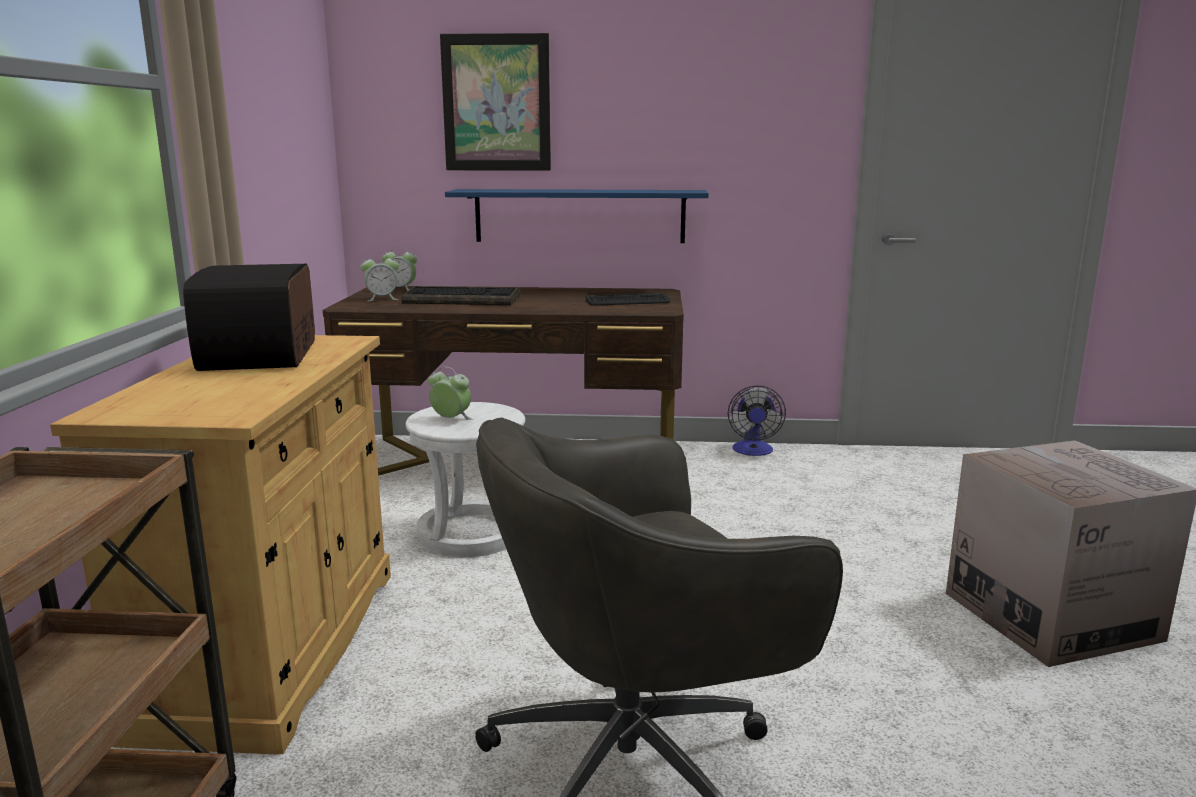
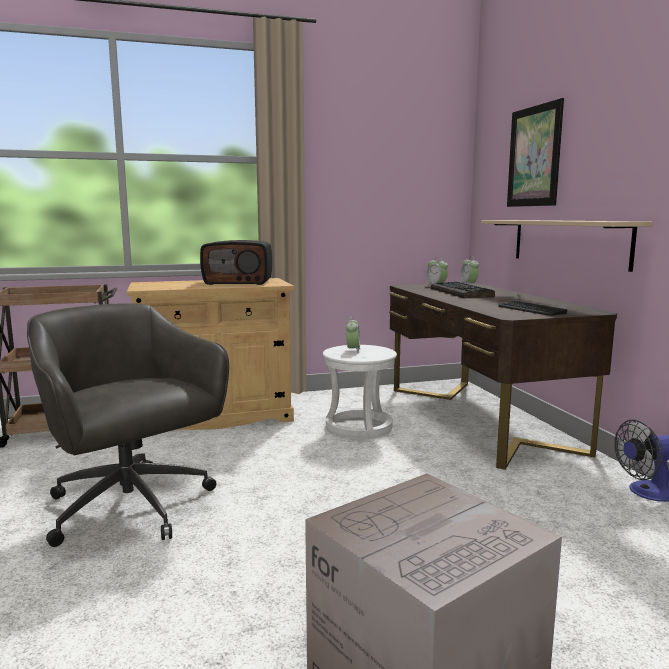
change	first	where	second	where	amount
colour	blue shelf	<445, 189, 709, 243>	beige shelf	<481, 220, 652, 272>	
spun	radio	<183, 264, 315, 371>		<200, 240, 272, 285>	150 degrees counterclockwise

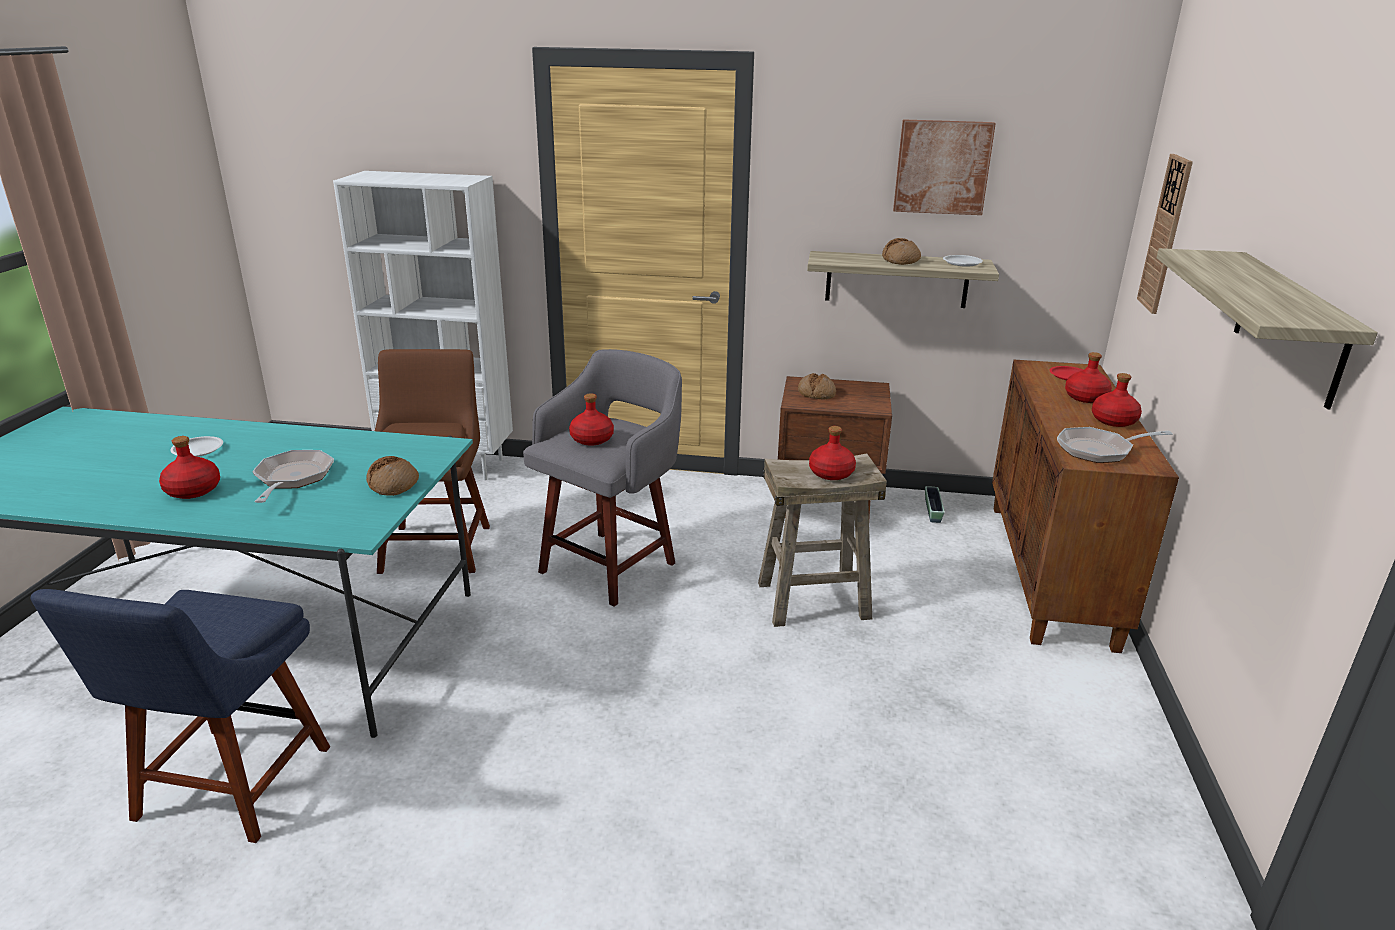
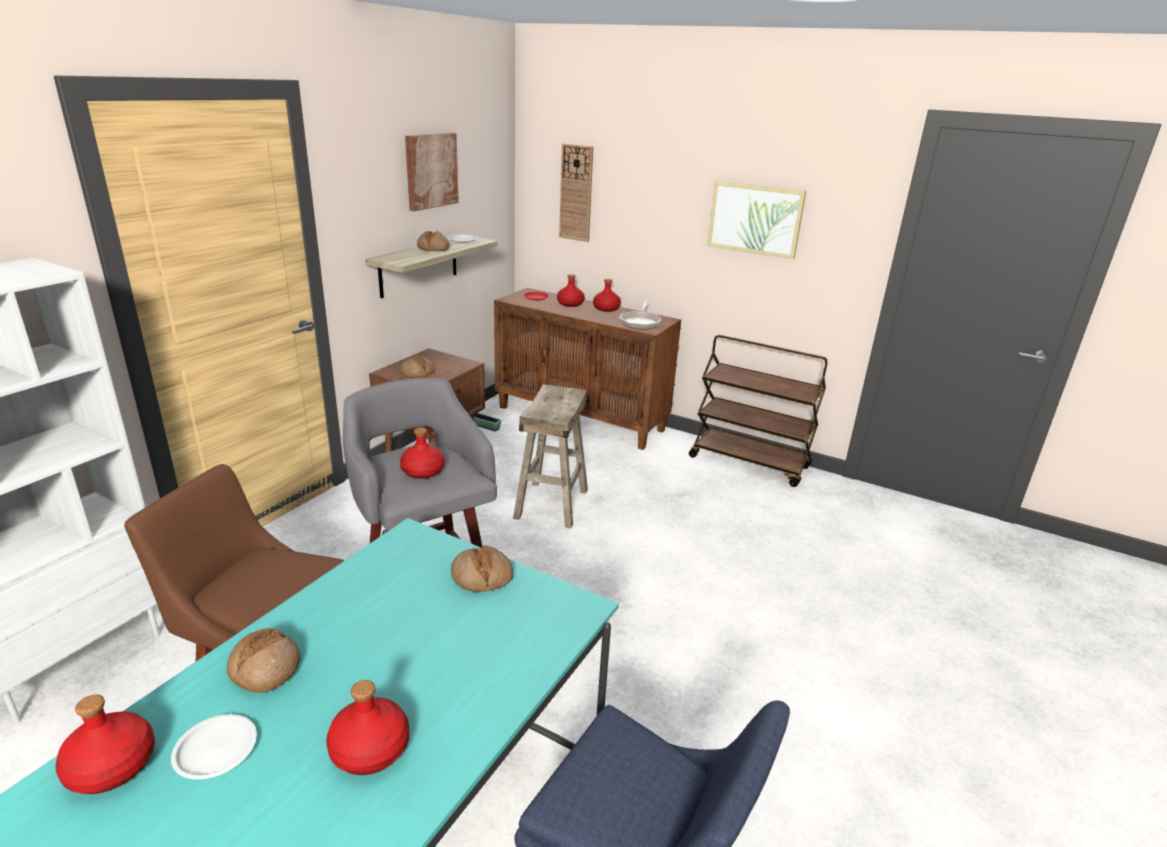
change	first	where	second	where	amount
missing	frying pan	<252, 450, 334, 503>			
appeared			bread	<227, 628, 301, 692>	
appeared			brown cart	<689, 335, 827, 487>	
relocated	red bottle	<809, 426, 856, 480>		<55, 694, 155, 794>	
exchanged	shelf	<1157, 248, 1378, 409>	picture	<707, 181, 806, 259>	

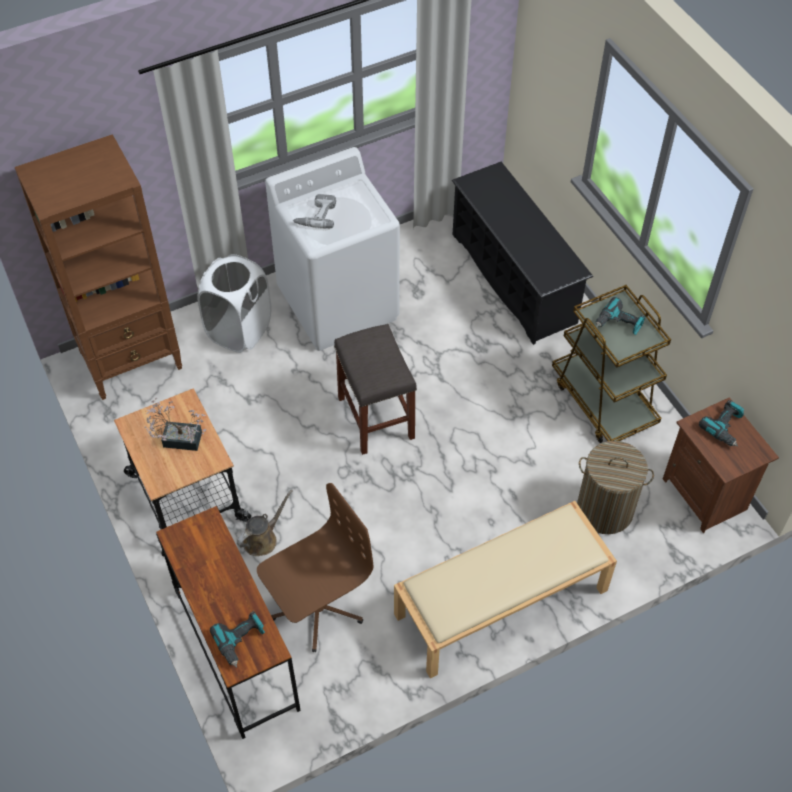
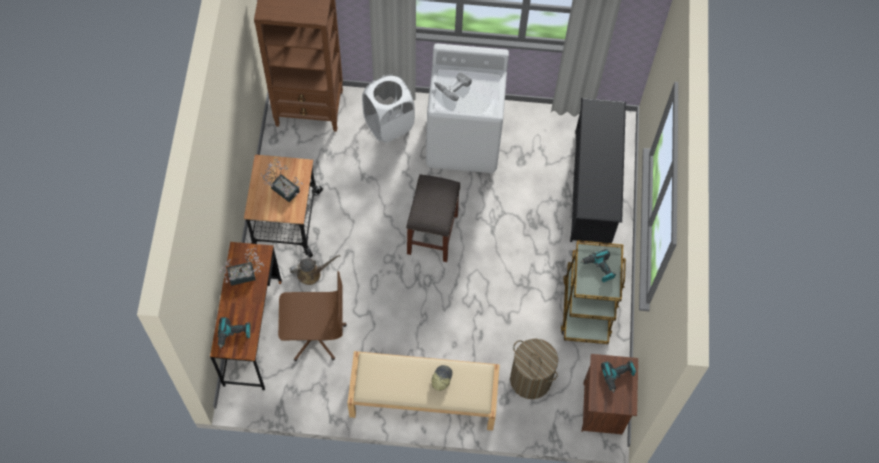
change	first	where	second	where	amount
appeared			potted plant	<219, 247, 264, 286>	
appeared			cap	<432, 365, 453, 391>	

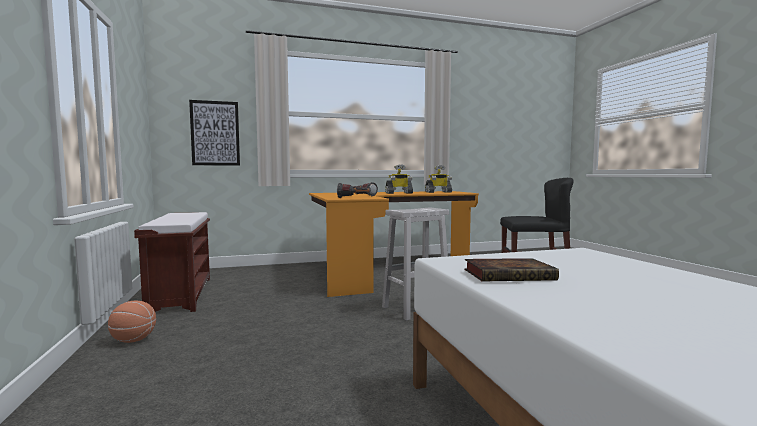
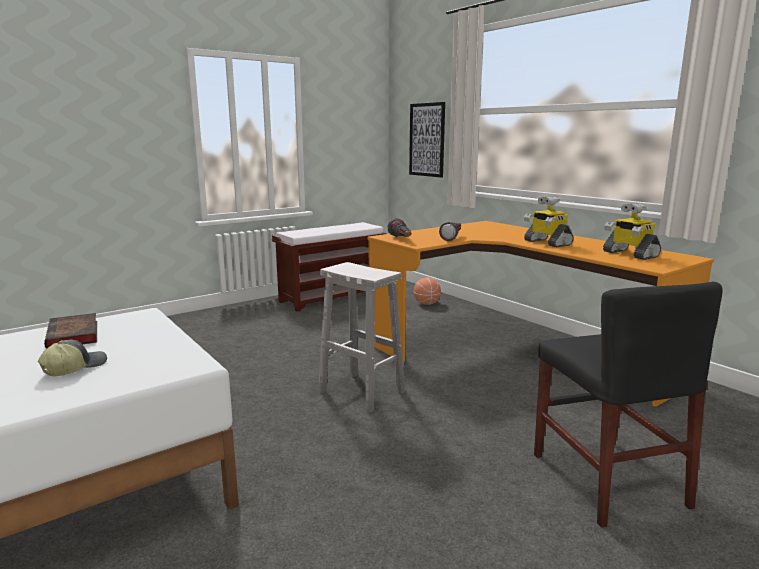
change	first	where	second	where	amount
appeared			cap	<38, 340, 107, 376>	
relocated	basketball	<108, 301, 156, 343>		<414, 278, 441, 305>	

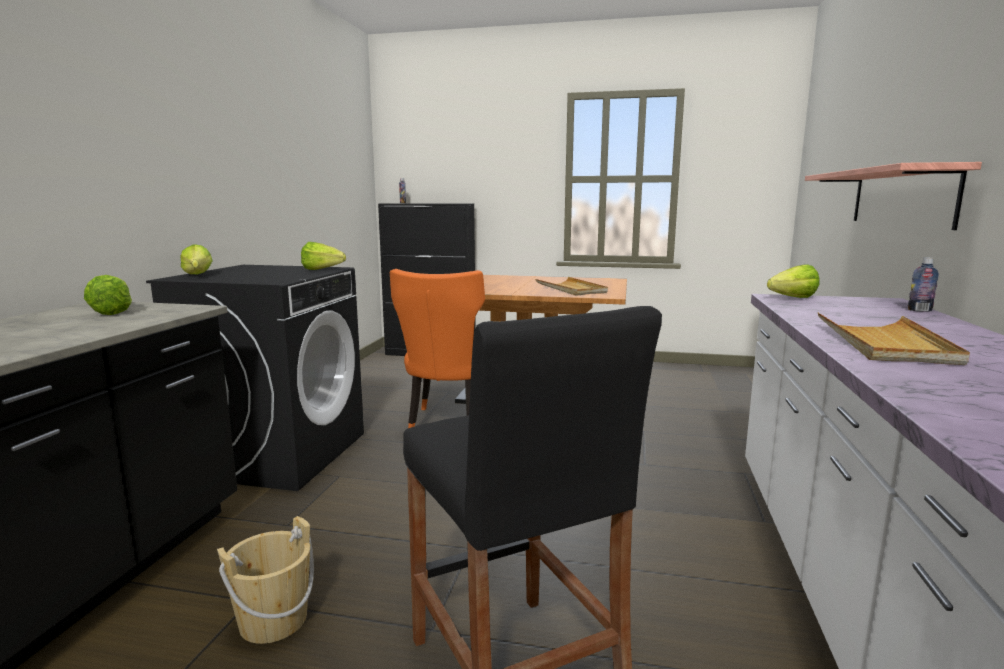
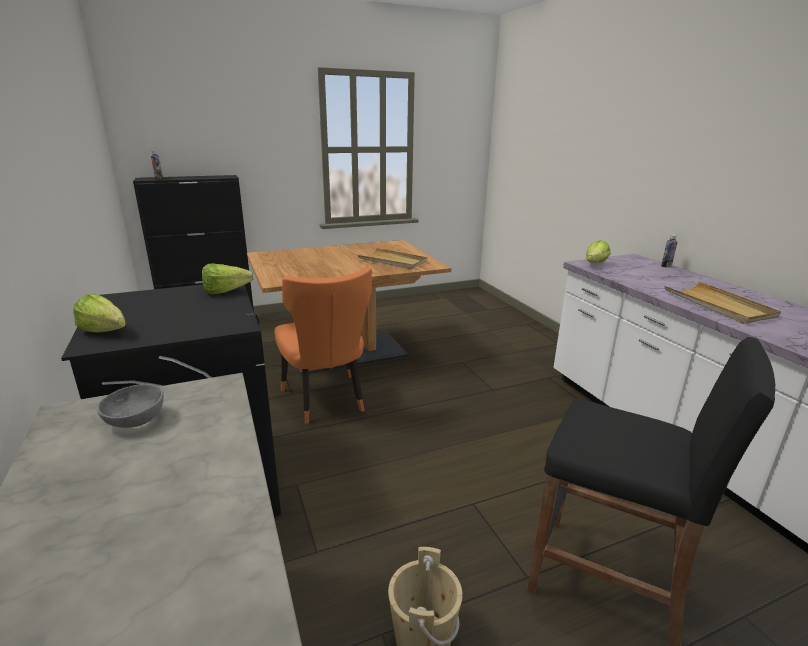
change	first	where	second	where	amount
missing	shelf	<805, 162, 982, 230>			
exchanged	lettuce	<84, 275, 132, 315>	grey bowl	<97, 384, 164, 428>	

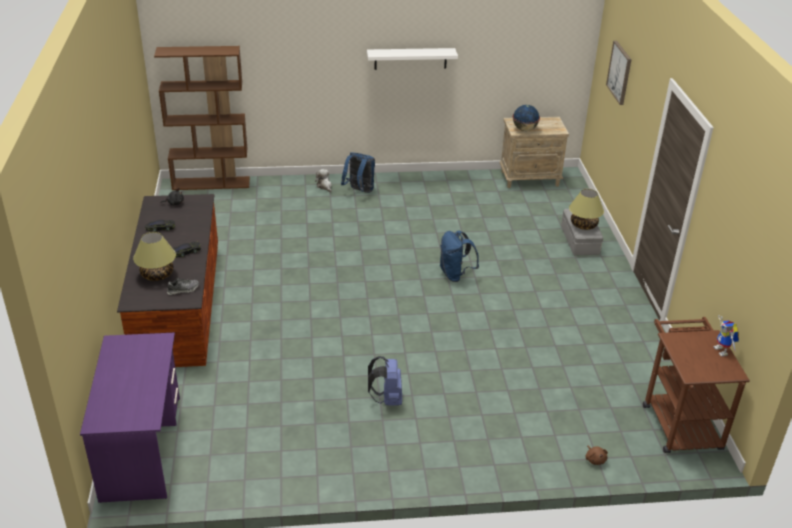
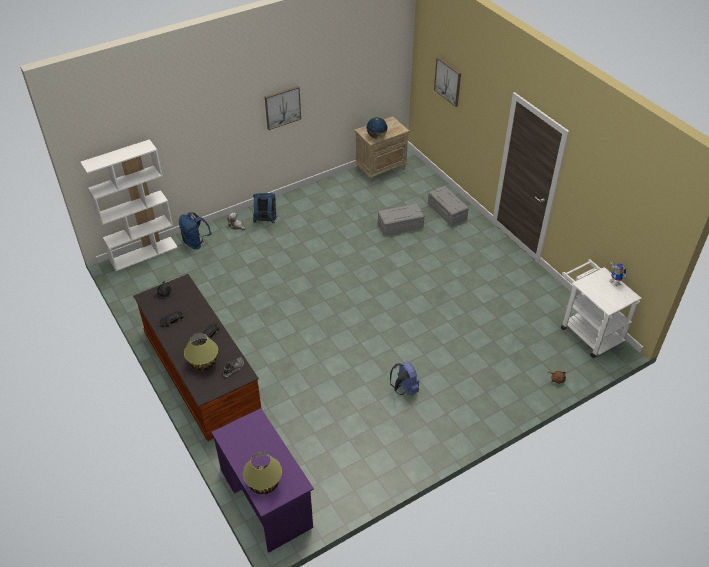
change	first	where	second	where	amount
appeared			grey storage box	<378, 204, 424, 236>	
relocated	blue backpack	<440, 231, 479, 282>		<179, 212, 211, 250>	
relocated	table lamp	<569, 189, 604, 230>		<243, 452, 282, 494>	
exchanged	white shelf	<367, 48, 458, 70>	picture	<265, 86, 301, 130>	
colour	brown bookcase	<154, 46, 250, 190>	white bookcase	<80, 139, 178, 271>	
colour	brown cart	<643, 317, 750, 453>	white cart	<561, 259, 642, 358>	

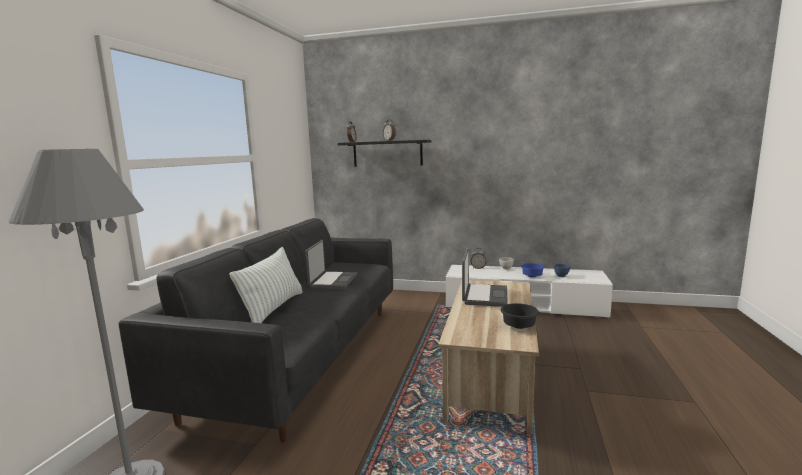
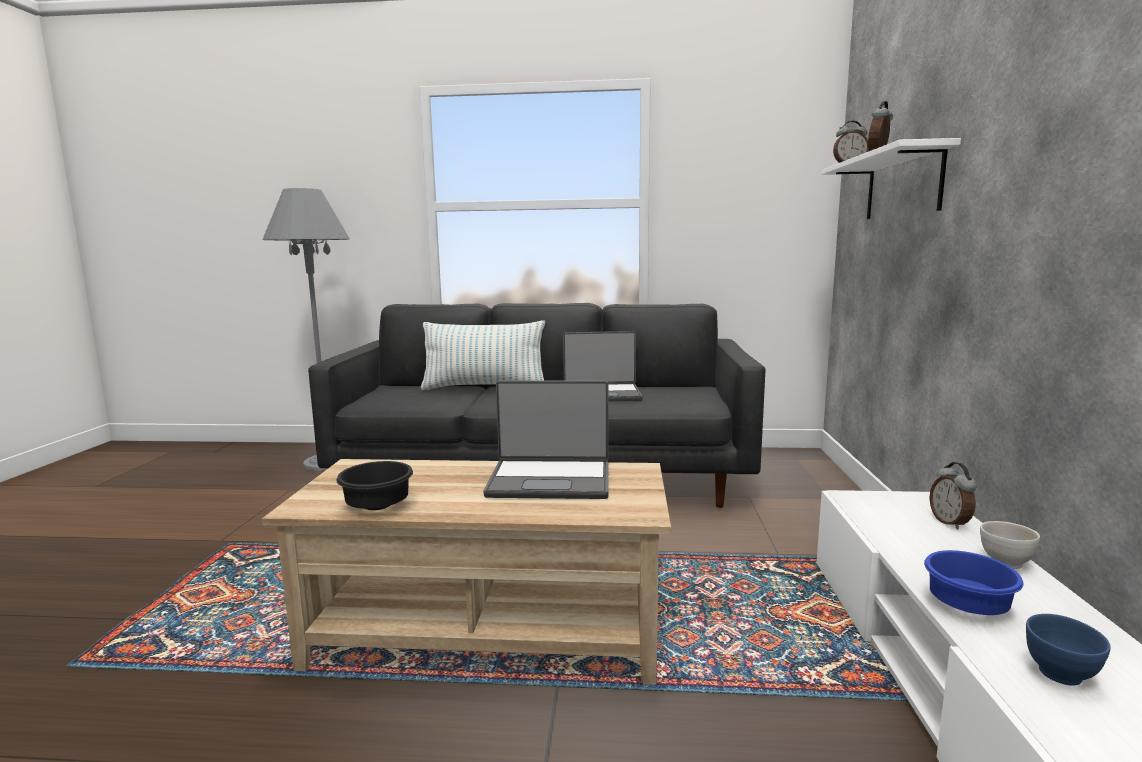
change	first	where	second	where	amount
colour	black shelf	<337, 140, 431, 167>	white shelf	<821, 138, 961, 219>	

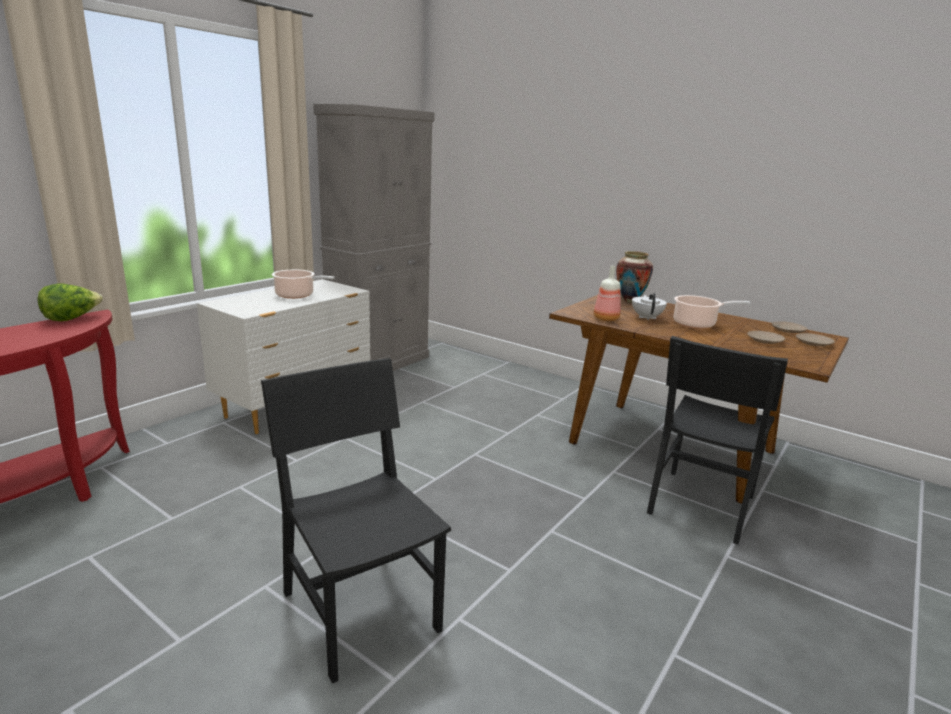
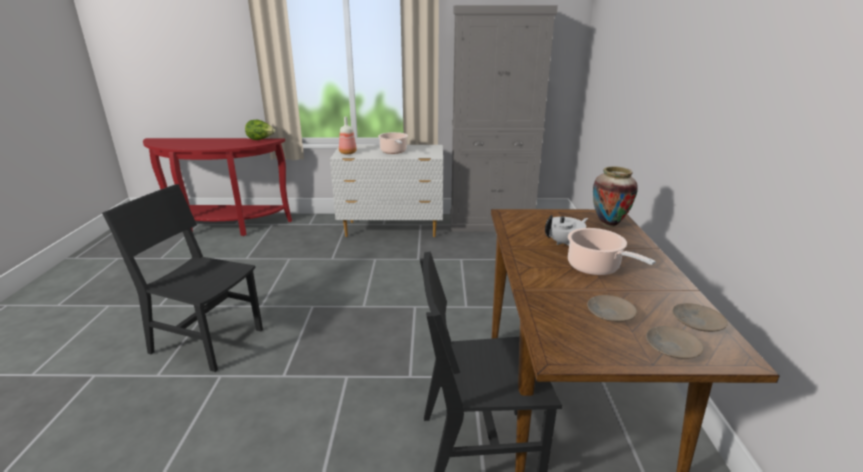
change	first	where	second	where	amount
relocated	bottle	<594, 266, 621, 321>		<339, 117, 357, 154>	
spun	black chair	<261, 358, 451, 684>		<102, 184, 263, 372>	90 degrees counterclockwise

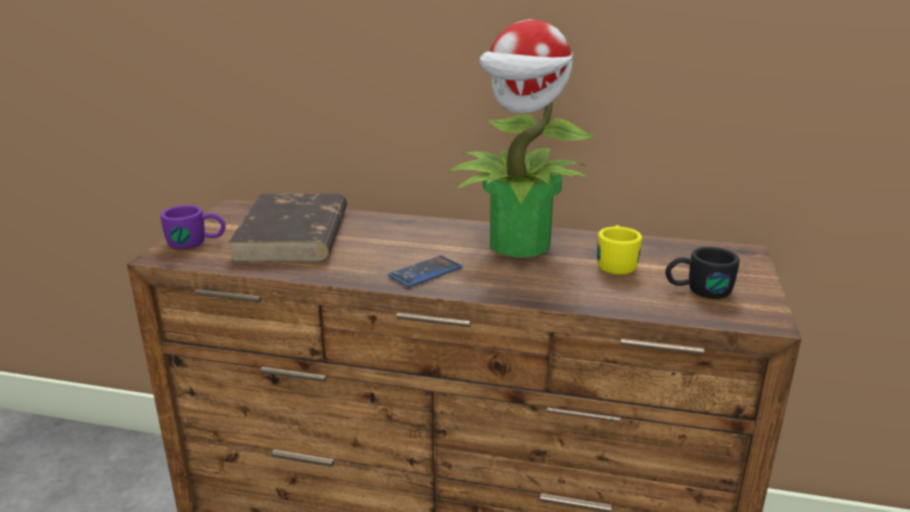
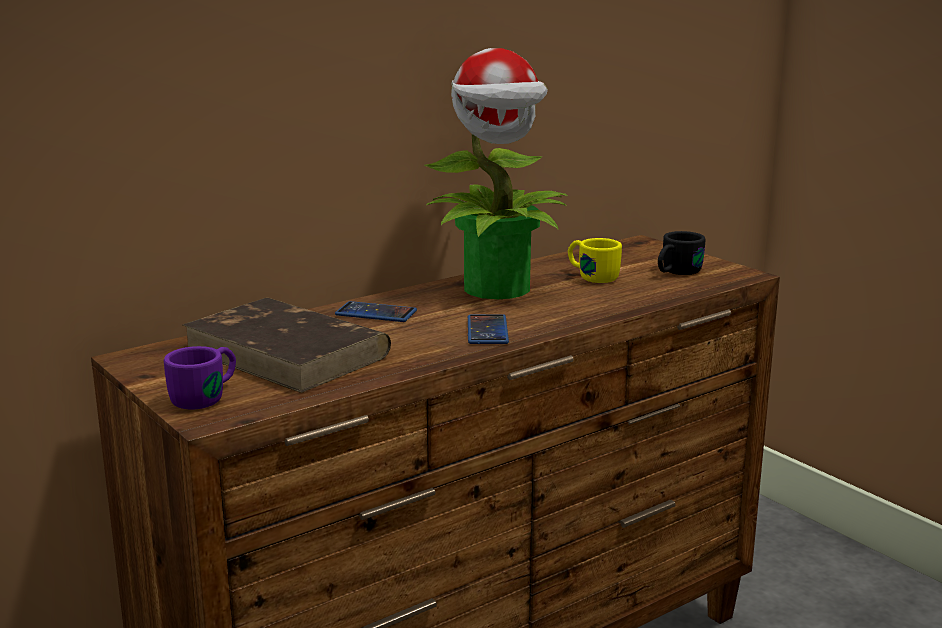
change	first	where	second	where	amount
appeared			phone	<335, 301, 417, 322>	

